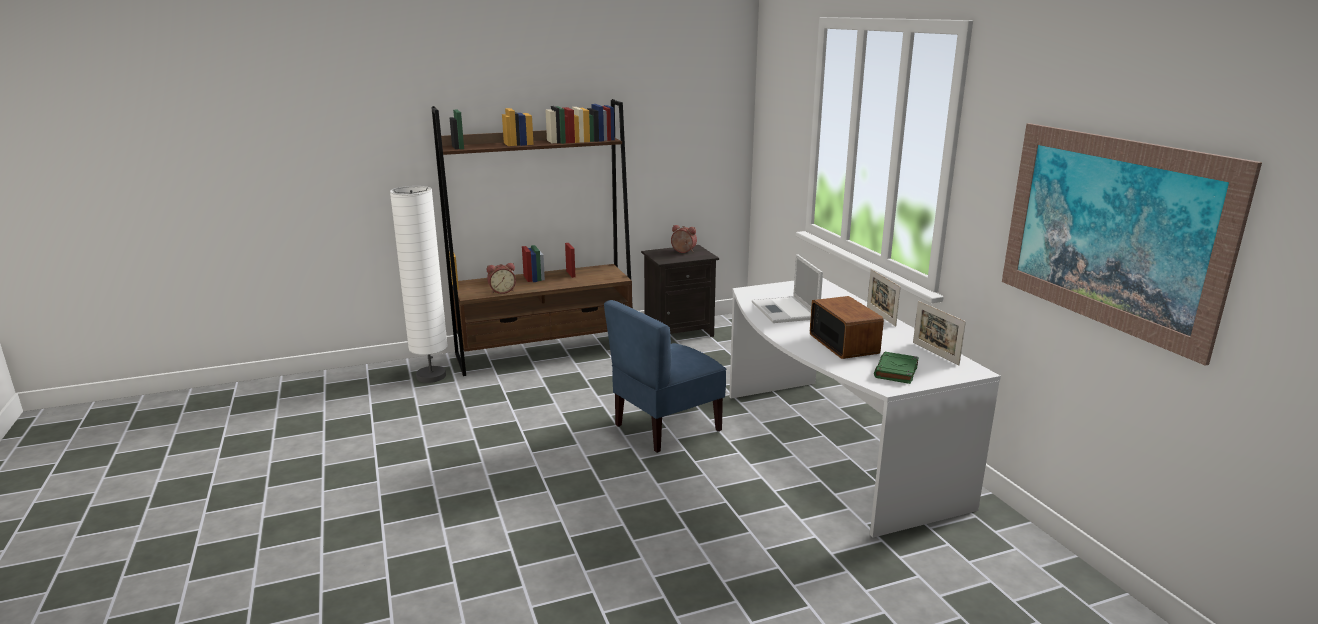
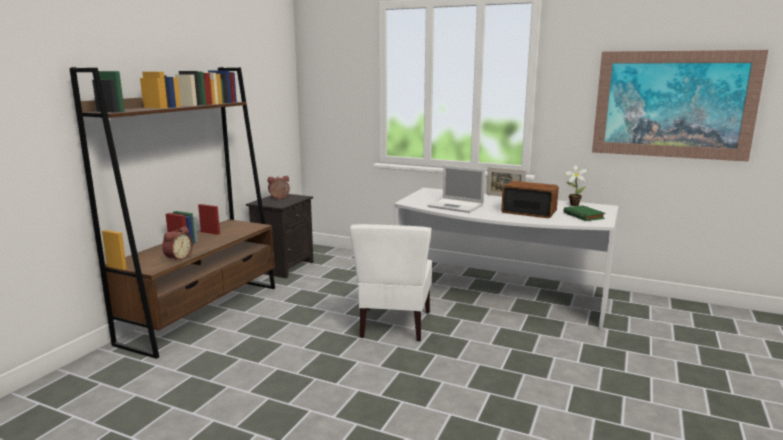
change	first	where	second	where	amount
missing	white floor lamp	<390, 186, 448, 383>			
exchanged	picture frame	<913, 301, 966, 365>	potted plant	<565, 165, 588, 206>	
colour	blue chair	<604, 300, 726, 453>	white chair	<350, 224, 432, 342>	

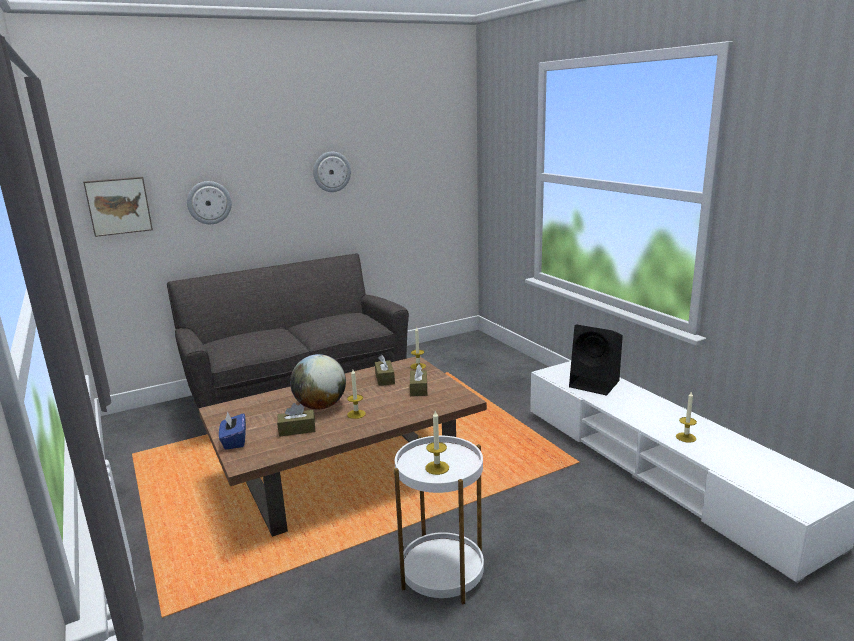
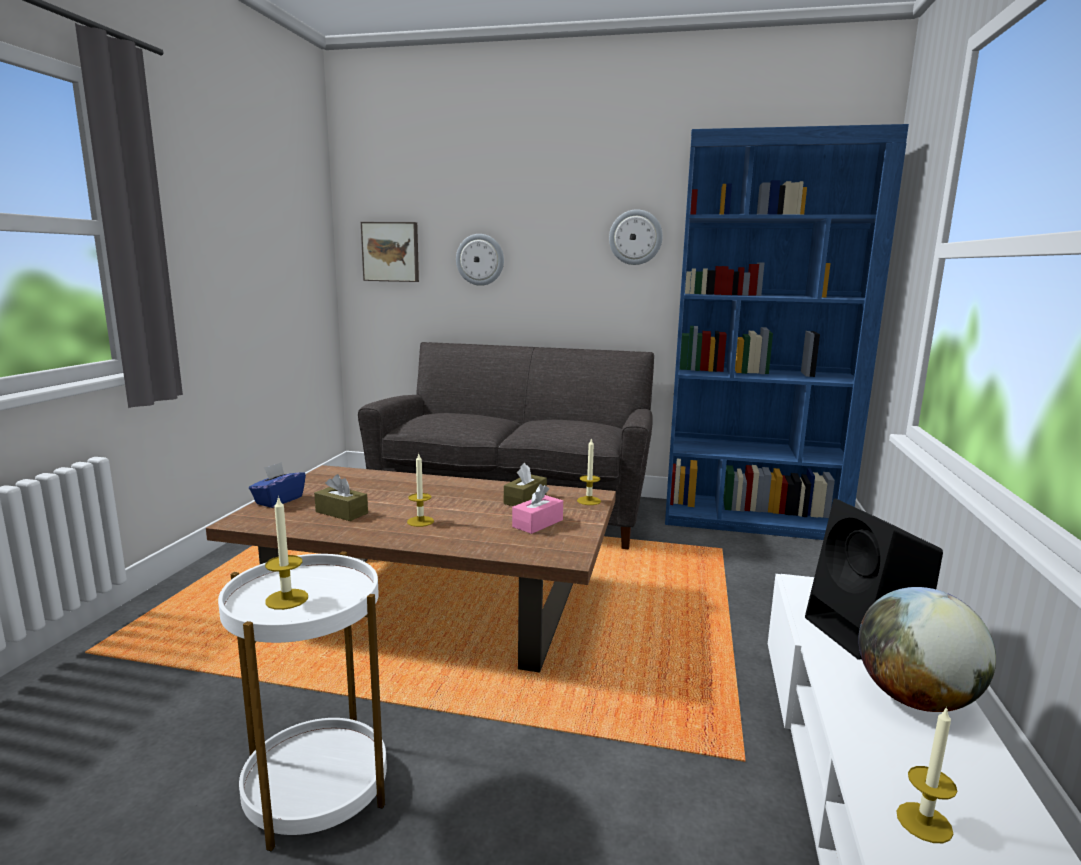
change	first	where	second	where	amount
appeared			blue bookcase	<665, 124, 909, 540>	
relocated	globe	<290, 354, 346, 409>		<858, 587, 996, 712>	
colour	brown tissue box	<410, 364, 427, 396>	pink tissue box	<512, 484, 563, 534>	

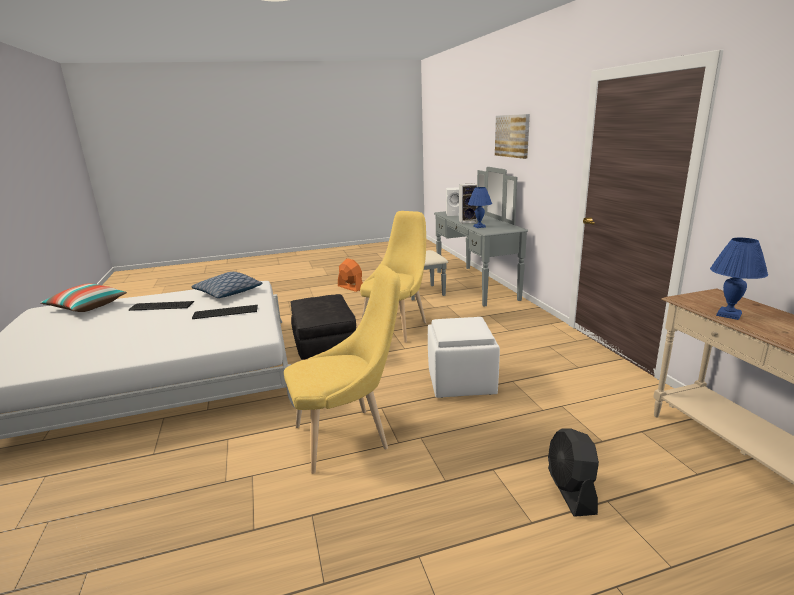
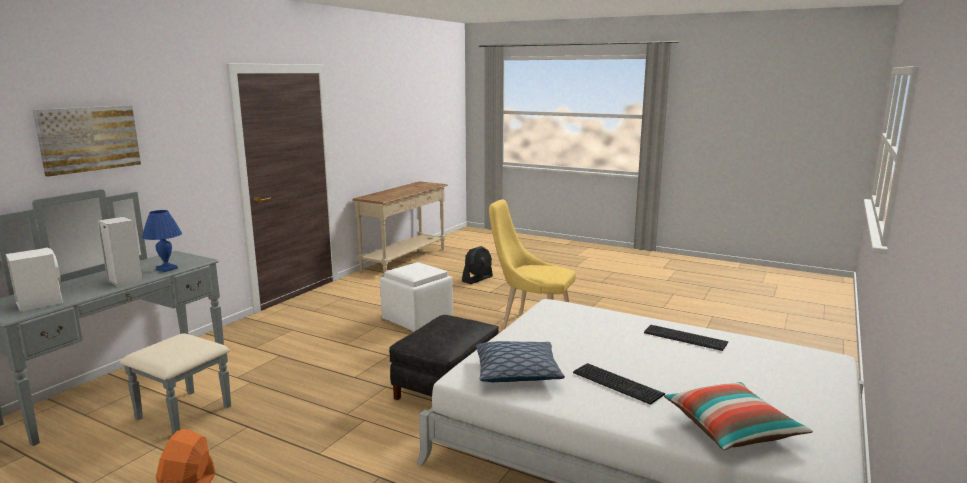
change	first	where	second	where	amount
missing	yellow chair	<360, 211, 426, 343>			
missing	blue table lamp	<710, 238, 768, 320>			
relocated	keyboard	<192, 305, 258, 319>		<644, 325, 728, 351>	

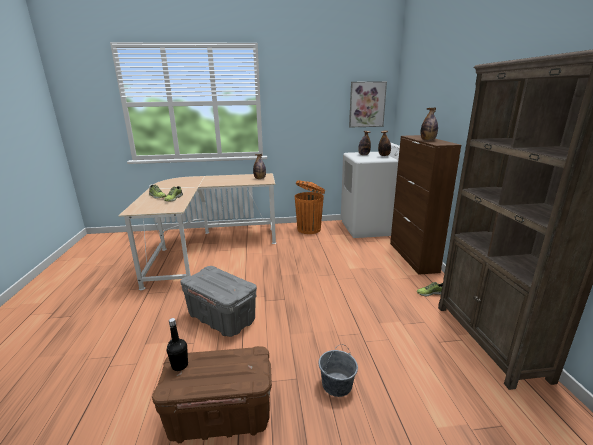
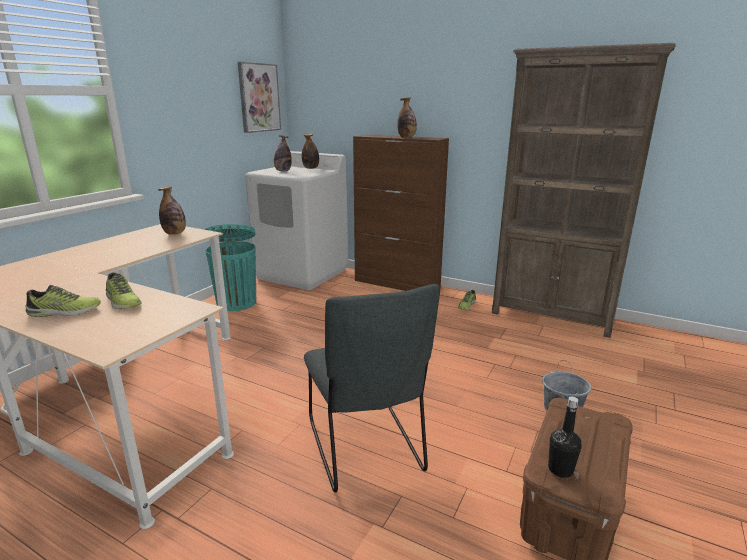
change	first	where	second	where	amount
exchanged	grey storage box	<180, 266, 257, 337>	grey chair	<304, 284, 440, 493>	
colour	orange trash can	<295, 180, 325, 234>	turquoise trash can	<204, 224, 256, 311>	

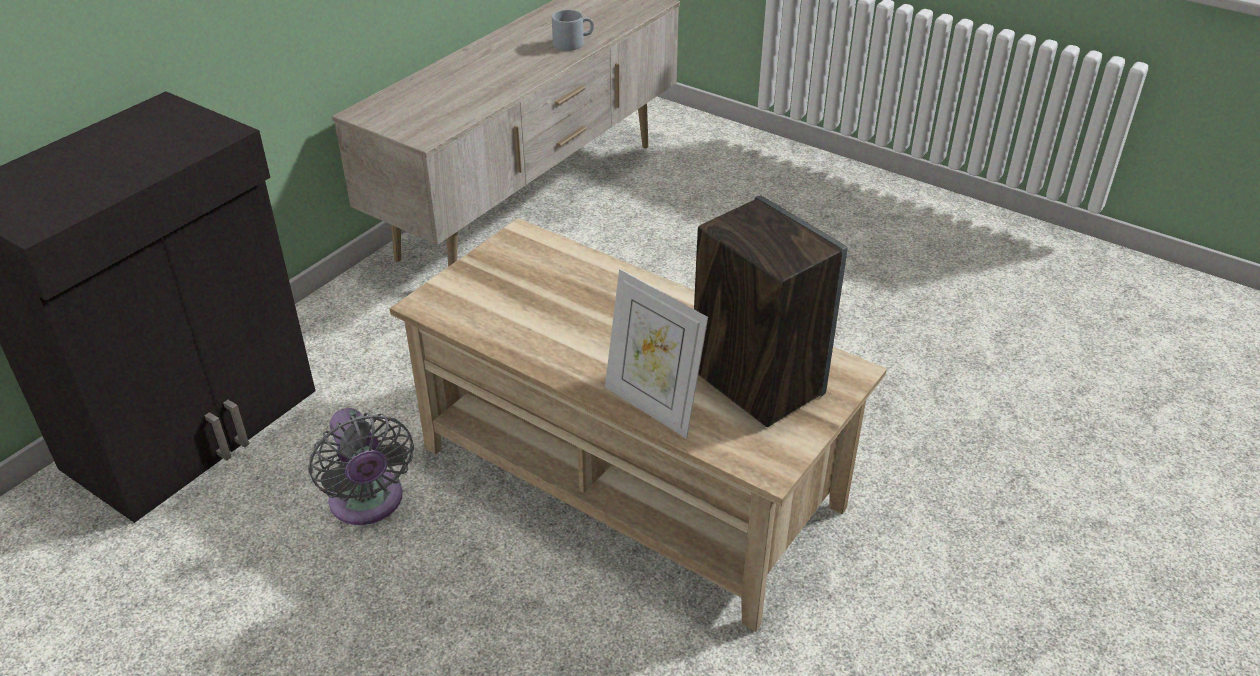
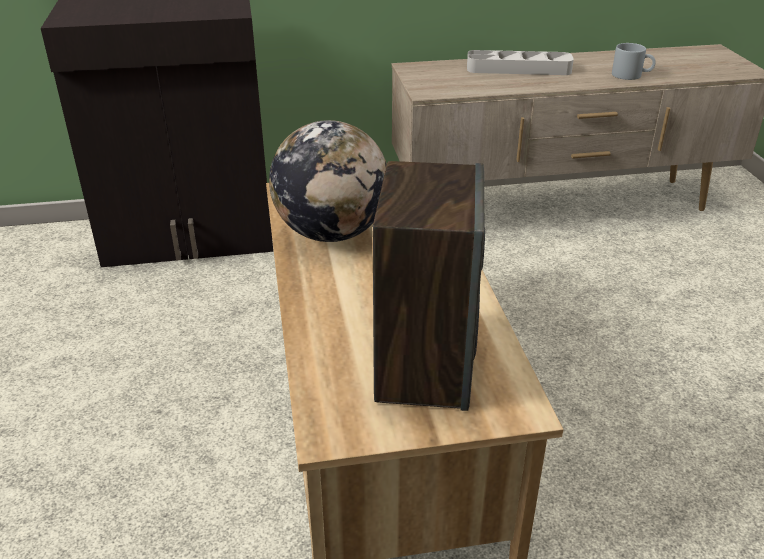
change	first	where	second	where	amount
missing	grey fan	<308, 408, 414, 525>			
missing	picture frame	<605, 269, 708, 439>			
appeared			globe	<269, 120, 387, 242>	
appeared			grey tray	<467, 50, 574, 75>	

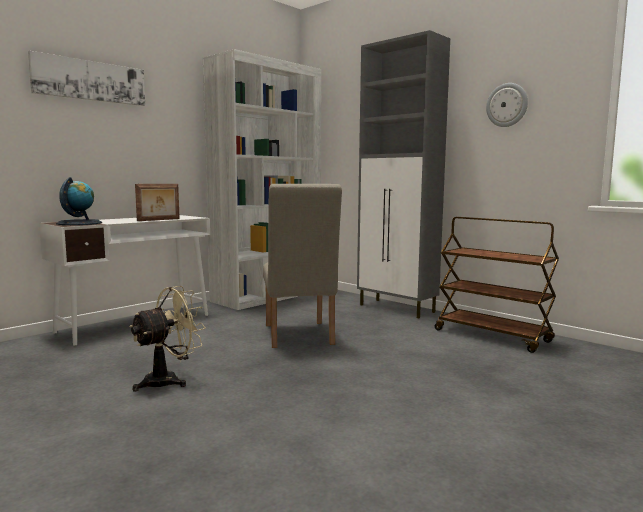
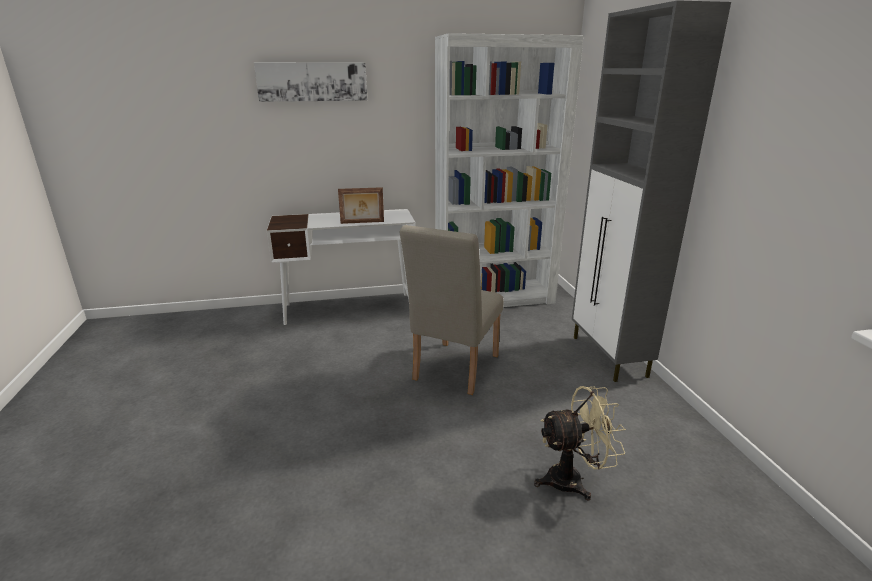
change	first	where	second	where	amount
missing	globe	<56, 177, 102, 225>			
missing	brown cart	<435, 217, 559, 353>			
missing	wall clock	<486, 83, 528, 127>			
relocated	beige fan	<129, 286, 206, 392>		<534, 386, 626, 501>	

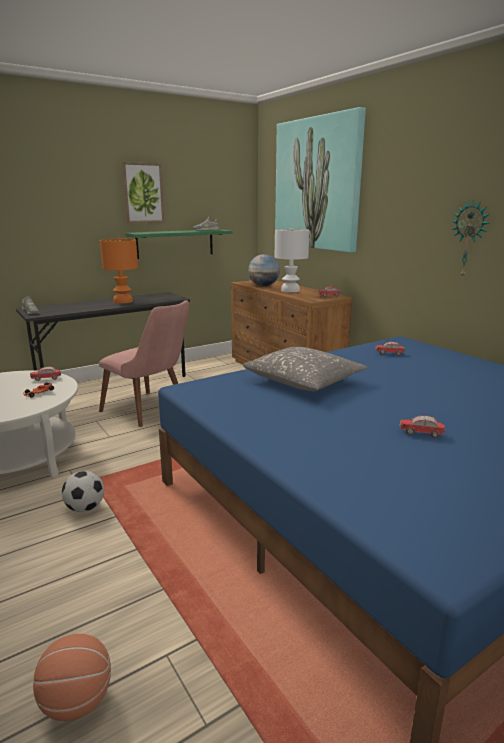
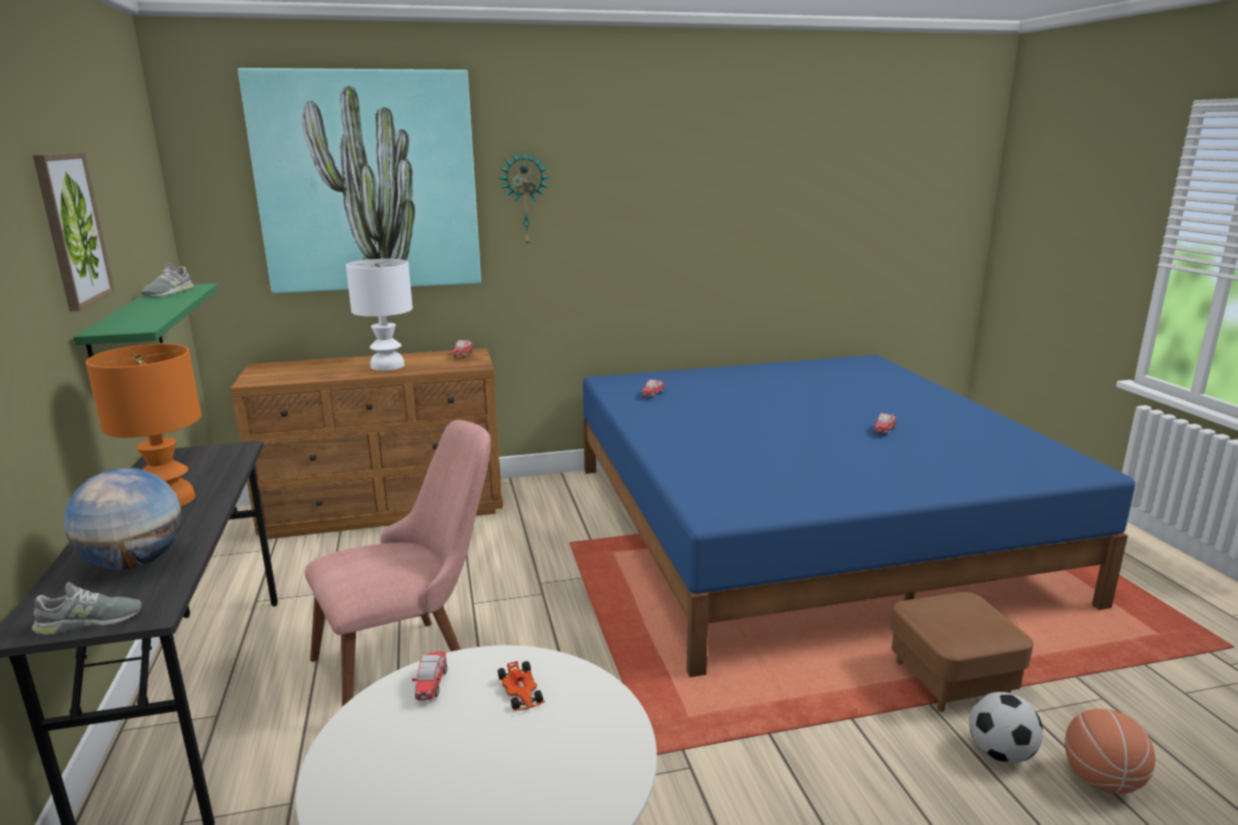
change	first	where	second	where	amount
missing	grey pillow	<243, 347, 368, 391>			
appeared			brown ottoman	<890, 592, 1033, 712>	
relocated	football	<62, 471, 104, 512>		<969, 692, 1043, 763>	
relocated	globe	<248, 254, 280, 286>		<64, 468, 181, 570>	
relocated	wall clock	<451, 200, 490, 277>		<499, 150, 550, 246>	

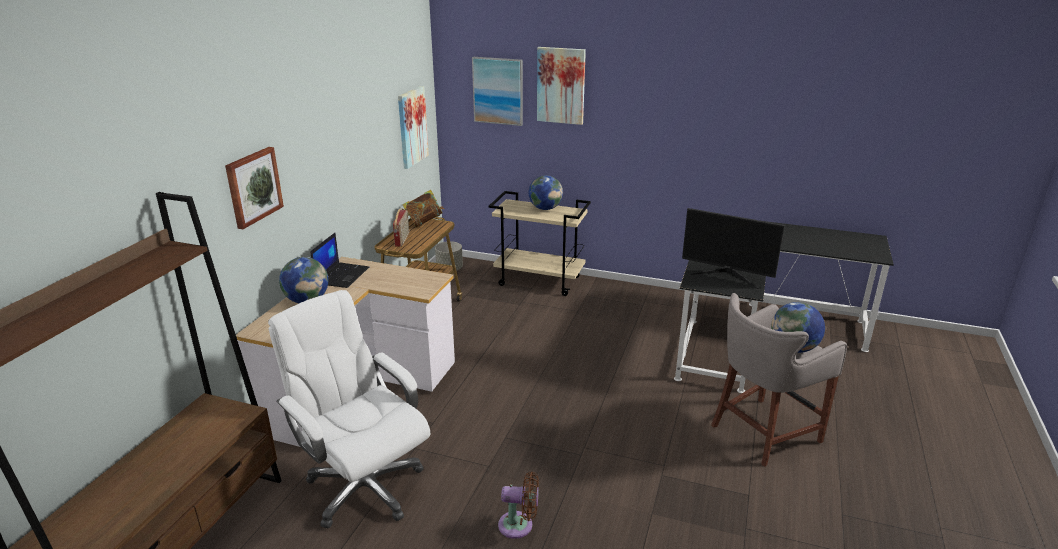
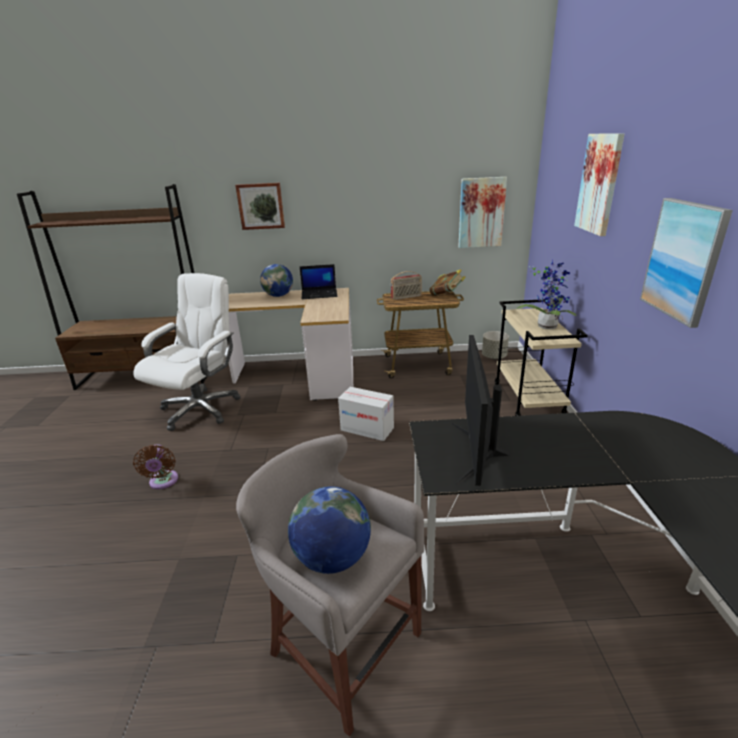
change	first	where	second	where	amount
appeared			cardboard box	<338, 387, 394, 441>	
relocated	picture	<472, 57, 523, 126>		<640, 198, 733, 328>	
exchanged	globe	<529, 175, 563, 210>	potted plant	<517, 259, 577, 330>	

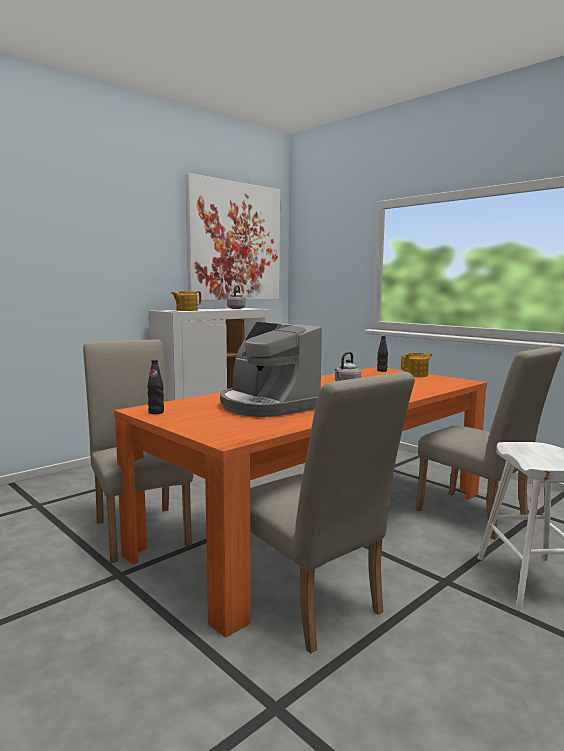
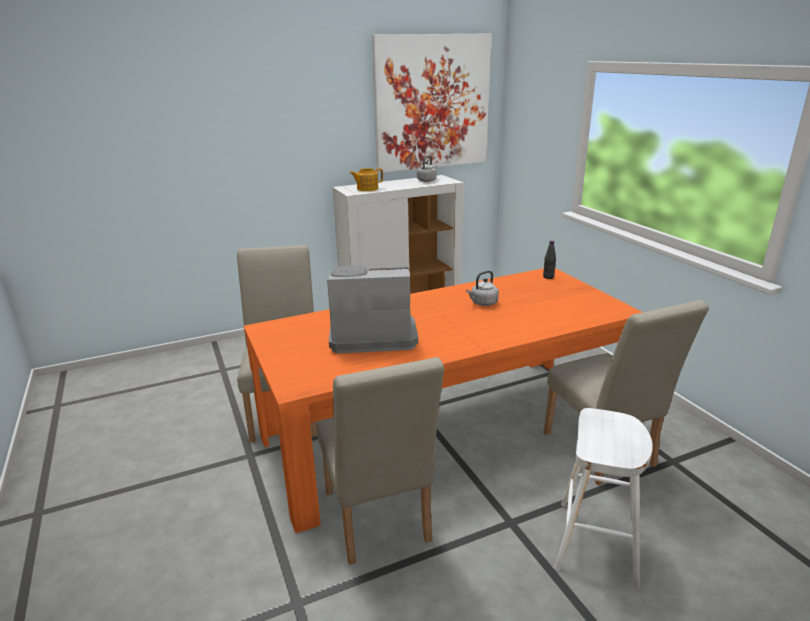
change	first	where	second	where	amount
missing	black bottle	<147, 360, 164, 414>			
missing	teapot	<401, 353, 432, 377>			
spun	coffee machine	<220, 322, 322, 417>		<327, 266, 418, 354>	105 degrees clockwise

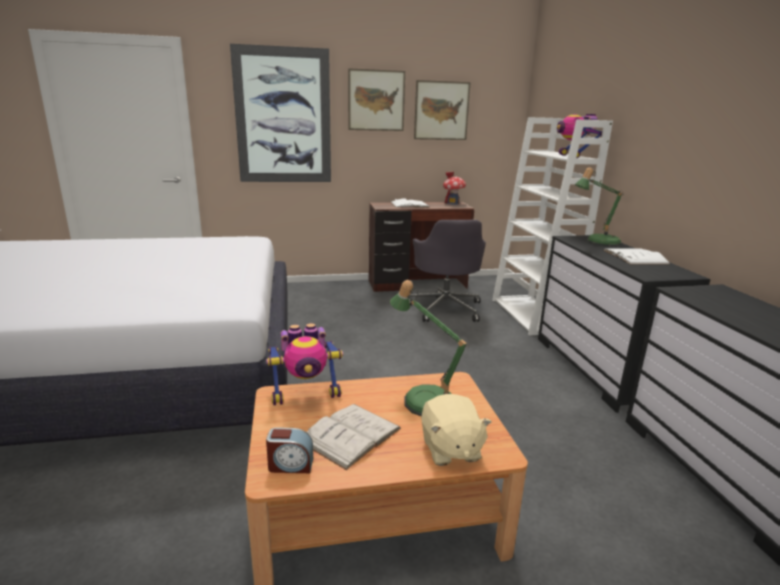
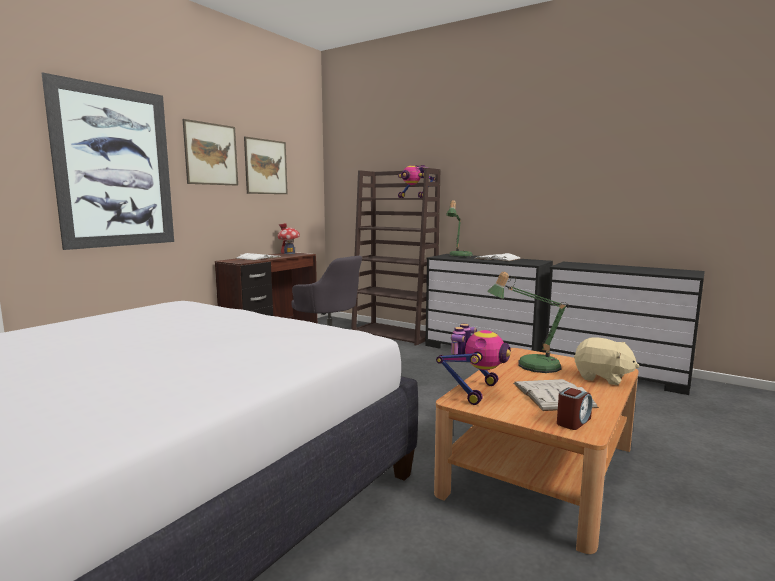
change	first	where	second	where	amount
colour	white bookcase	<492, 117, 613, 336>	brown bookcase	<351, 168, 440, 346>	

